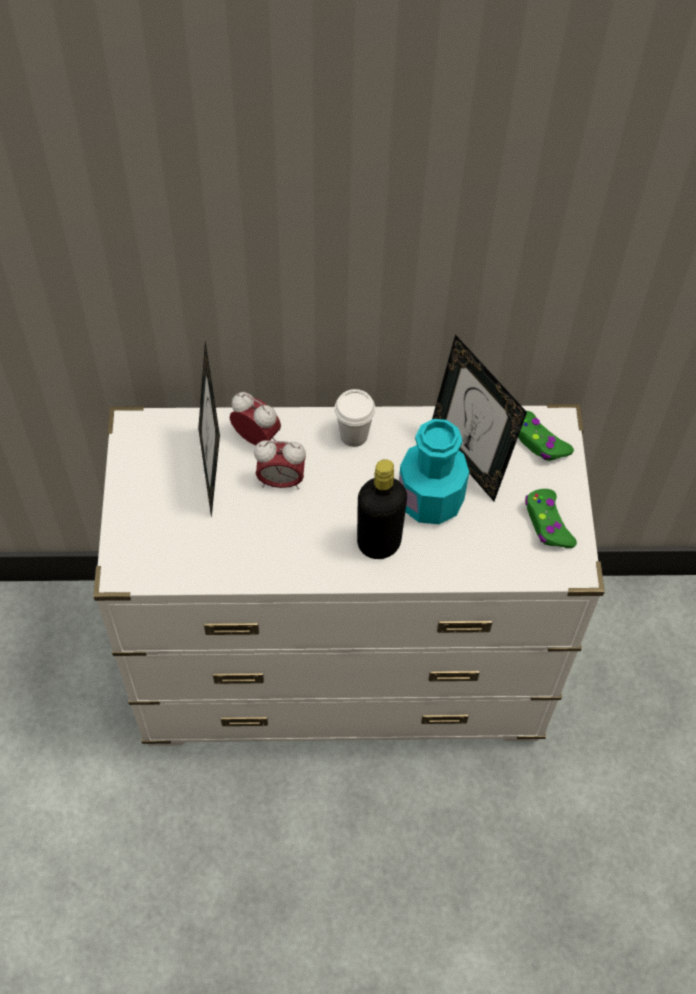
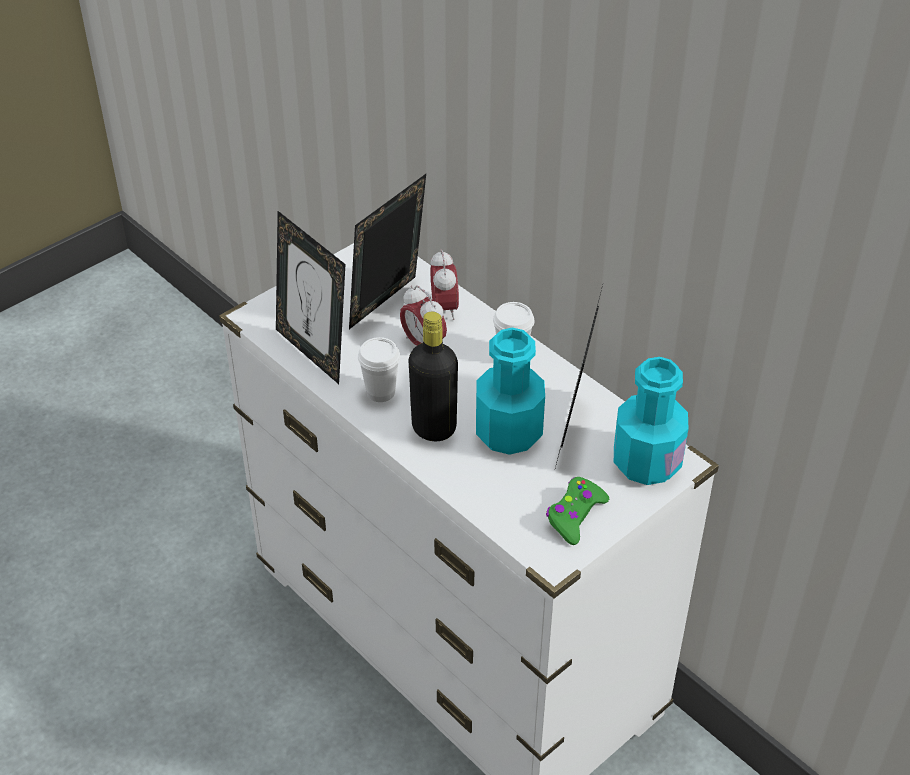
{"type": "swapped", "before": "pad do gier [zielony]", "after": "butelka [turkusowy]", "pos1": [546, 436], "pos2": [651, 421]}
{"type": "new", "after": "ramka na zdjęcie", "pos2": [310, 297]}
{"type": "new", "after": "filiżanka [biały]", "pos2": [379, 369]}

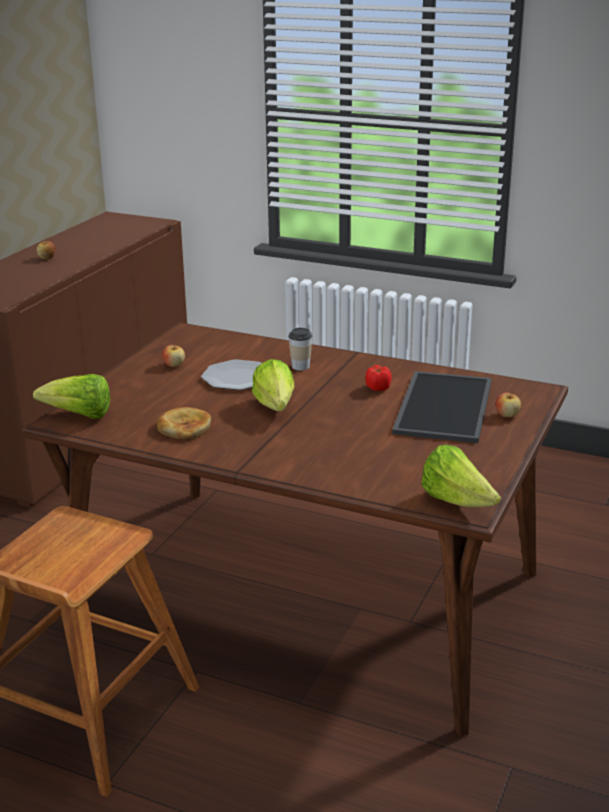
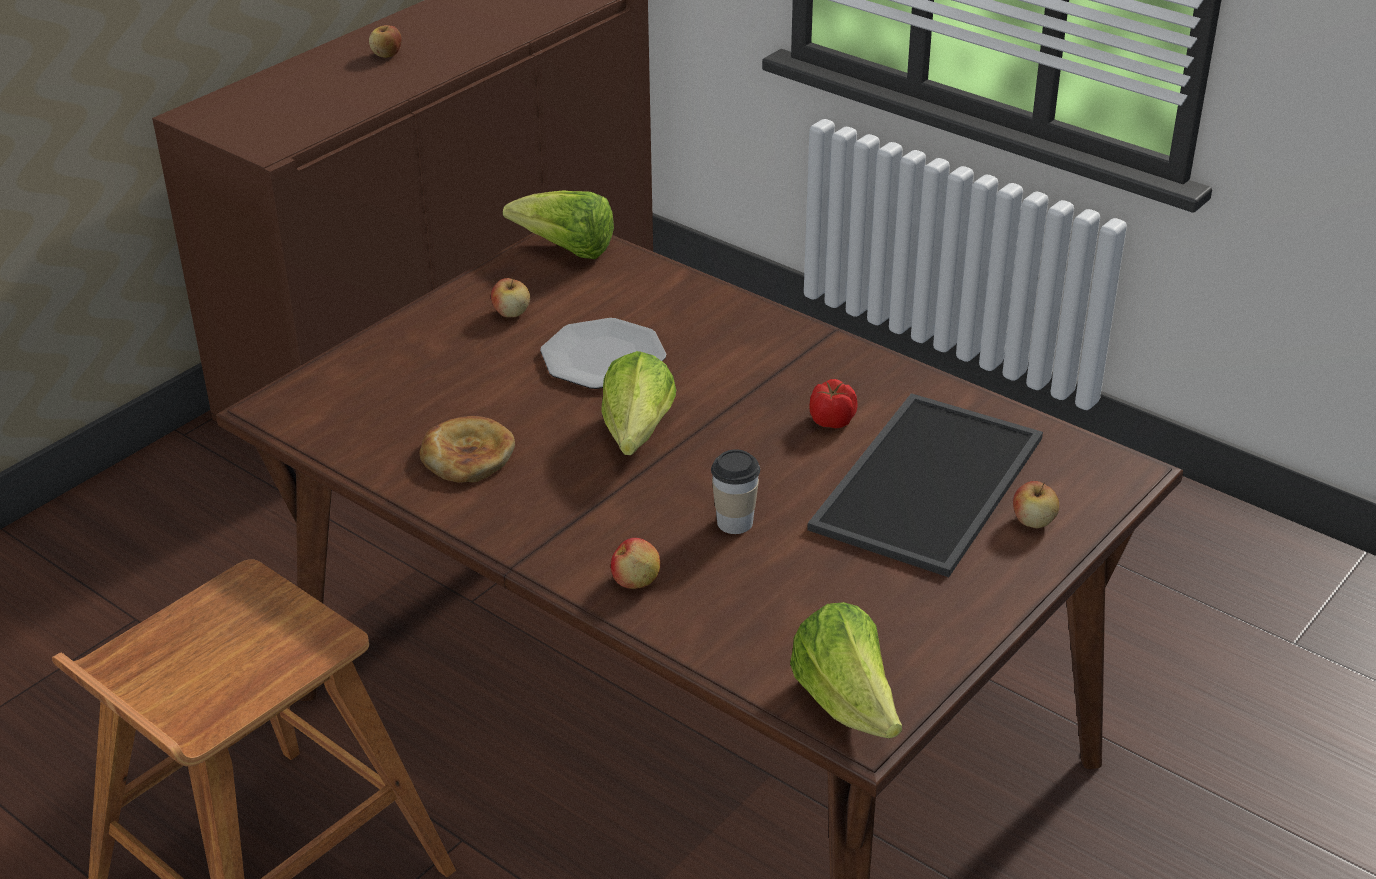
{"type": "shifted", "before": "sałata", "pos1": [71, 396], "pos2": [558, 224]}
{"type": "shifted", "before": "filiżanka", "pos1": [300, 349], "pos2": [735, 491]}
{"type": "new", "after": "jabłko", "pos2": [635, 563]}

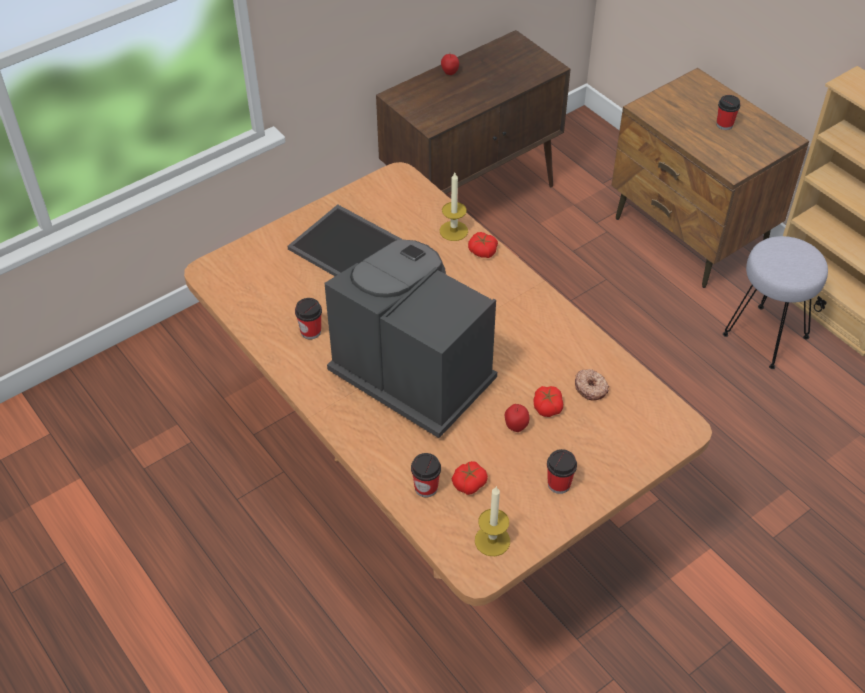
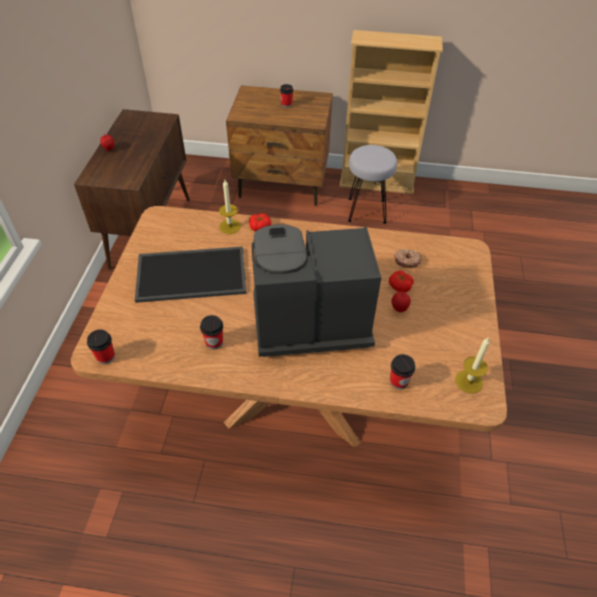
{"type": "gone", "before": "pomidor", "pos1": [470, 478]}
{"type": "shifted", "before": "filiżanka", "pos1": [562, 471], "pos2": [101, 346]}

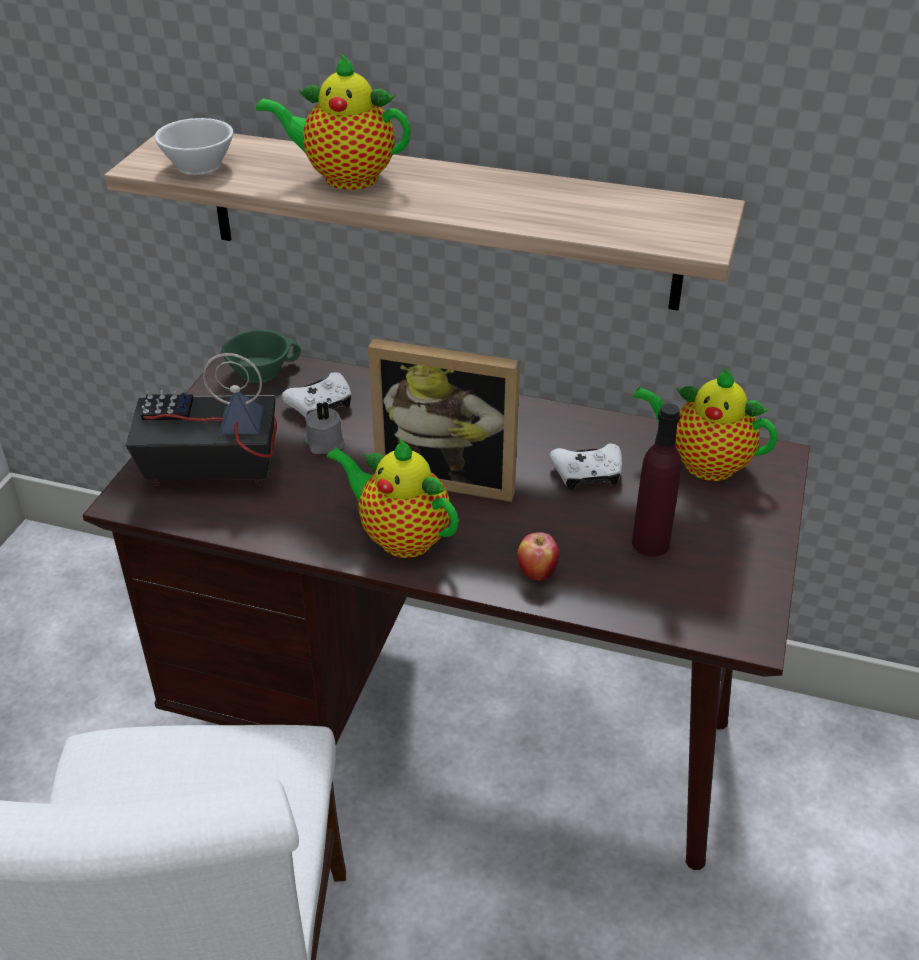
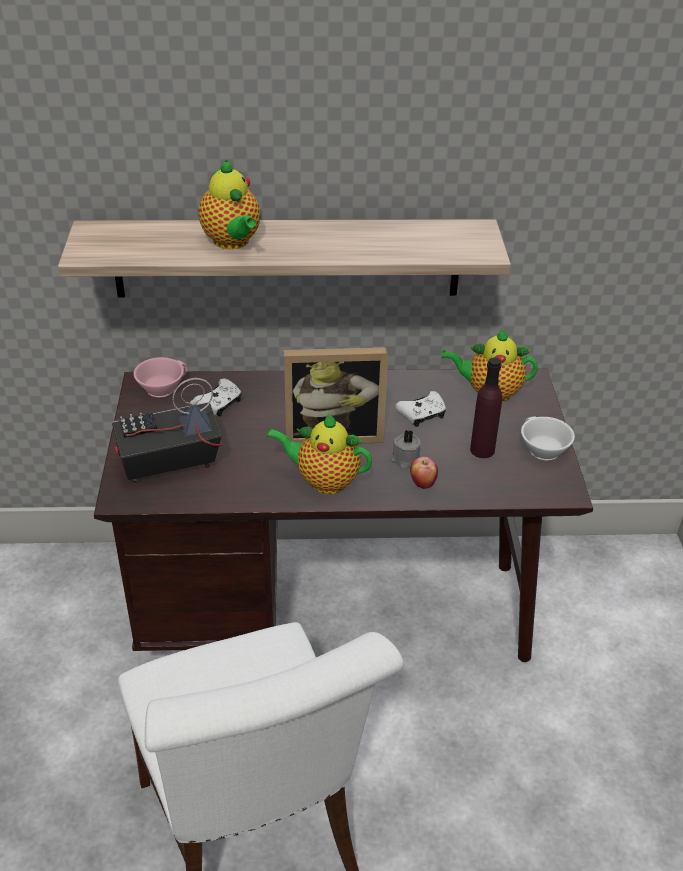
{"type": "shifted", "before": "filiżanka [biały]", "pos1": [193, 146], "pos2": [548, 438]}
{"type": "repainted", "before": "filiżanka [zielony]", "after": "filiżanka [różowy]", "pos1": [261, 356], "pos2": [161, 377]}
{"type": "rotated", "before": "imbryk", "pos1": [333, 121], "pos2": [229, 204], "turn": -105}
{"type": "shifted", "before": "świeca [szary]", "pos1": [324, 427], "pos2": [405, 449]}

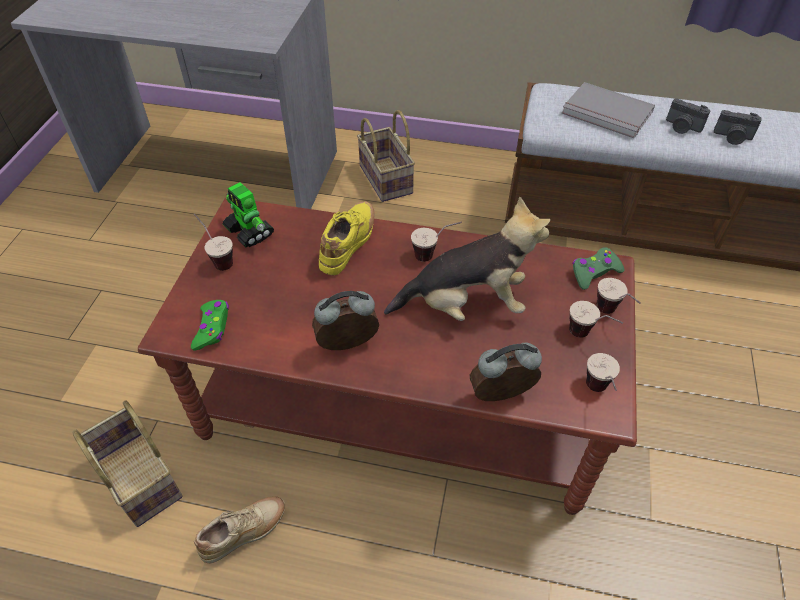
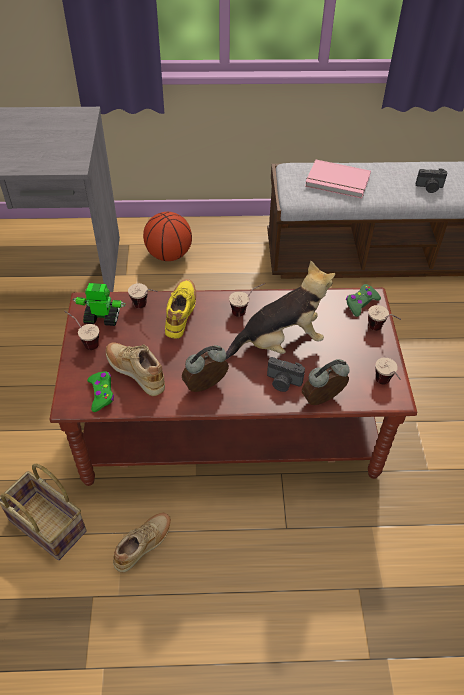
{"type": "rotated", "before": "robot zabawkowy", "pos1": [248, 215], "pos2": [99, 304], "turn": 150}
{"type": "swapped", "before": "koszyk", "after": "piłka do koszykówki", "pos1": [386, 156], "pos2": [167, 236]}
{"type": "repainted", "before": "książka [szary]", "after": "książka [różowy]", "pos1": [608, 110], "pos2": [338, 179]}
{"type": "shifted", "before": "filiżanka", "pos1": [596, 319], "pos2": [143, 295]}
{"type": "shifted", "before": "aparat fotograficzny", "pos1": [688, 116], "pos2": [286, 374]}
{"type": "new", "after": "but [beżowy]", "pos2": [135, 369]}

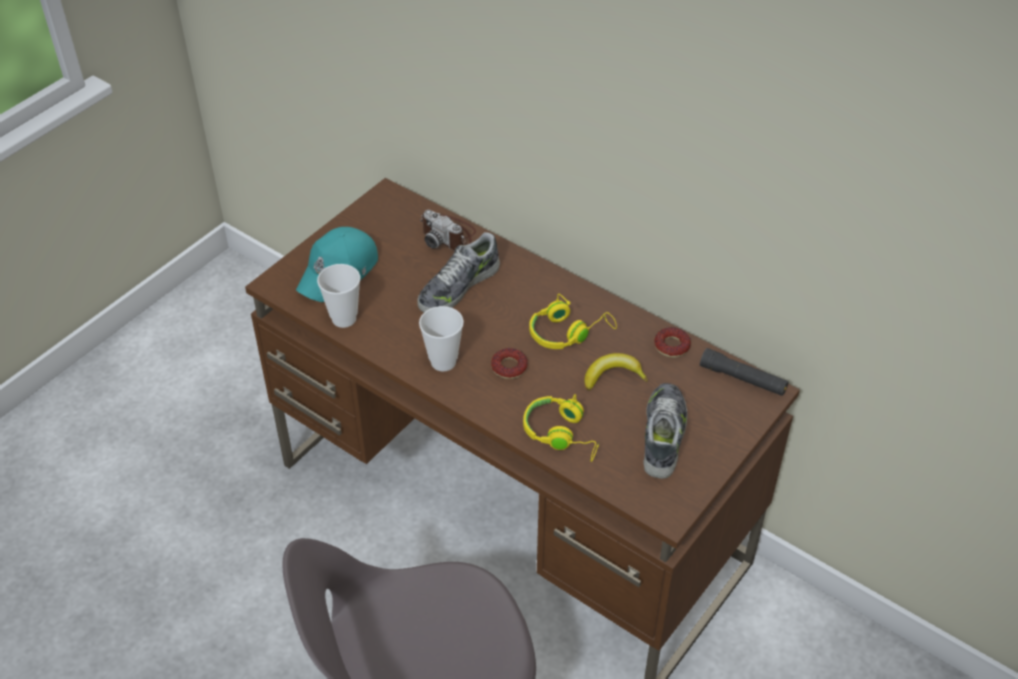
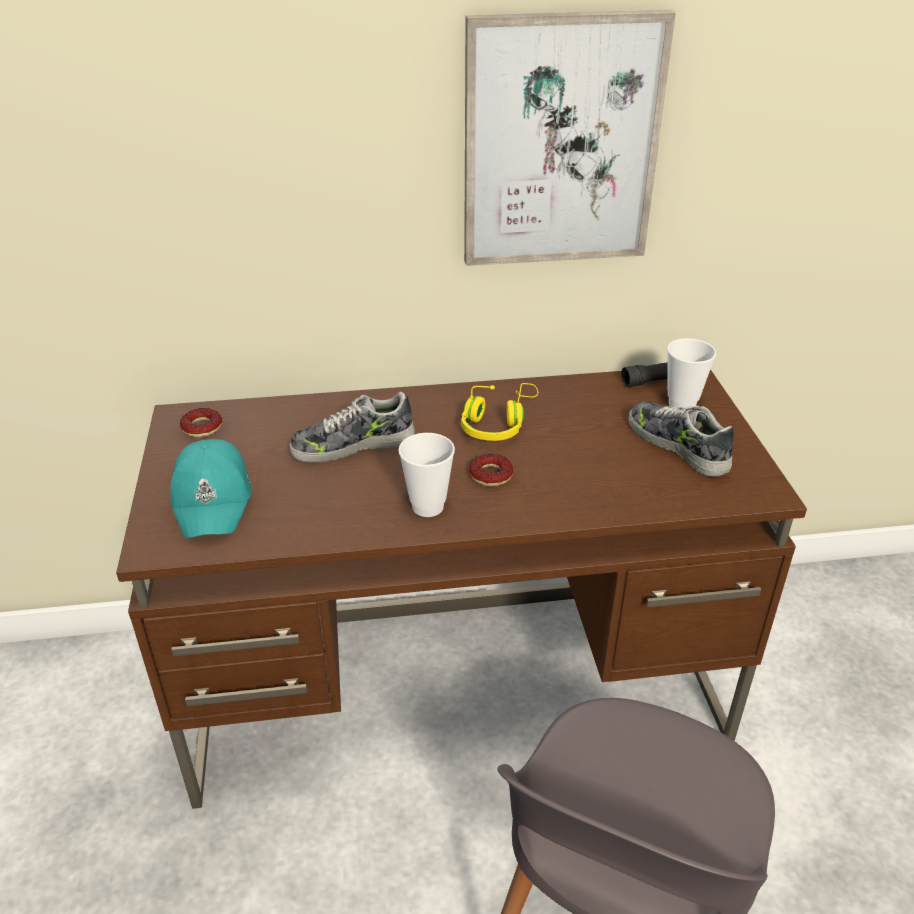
{"type": "shifted", "before": "filiżanka", "pos1": [338, 296], "pos2": [691, 373]}
{"type": "rotated", "before": "but", "pos1": [458, 272], "pos2": [352, 427], "turn": 75}
{"type": "gone", "before": "aparat fotograficzny", "pos1": [448, 230]}
{"type": "gone", "before": "słuchawki [żółty]", "pos1": [561, 428]}
{"type": "gone", "before": "banan", "pos1": [616, 371]}
{"type": "shifted", "before": "donut", "pos1": [672, 342], "pos2": [201, 422]}
{"type": "new", "after": "obraz", "pos2": [570, 138]}

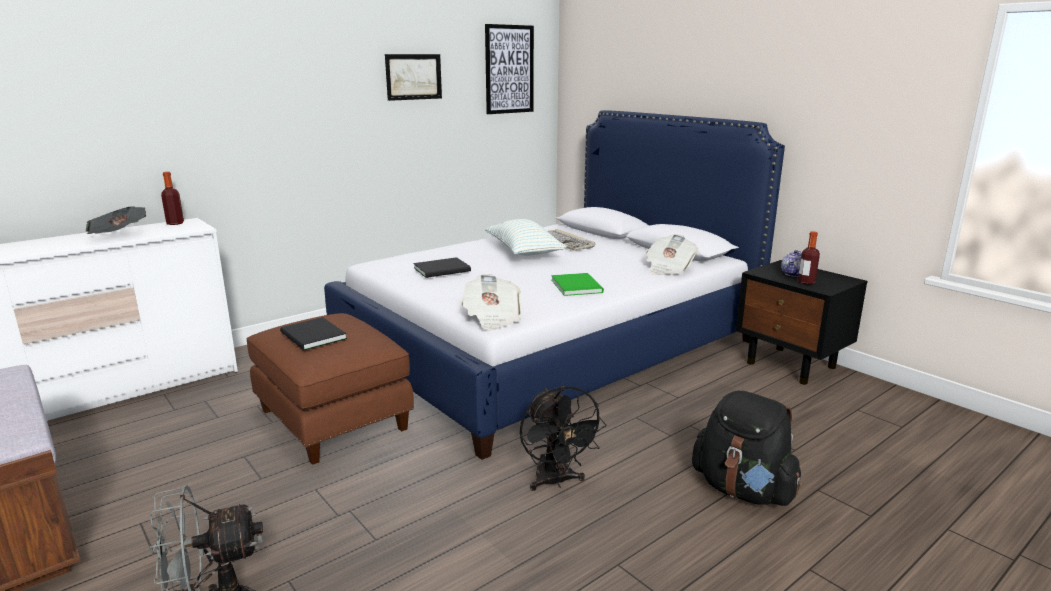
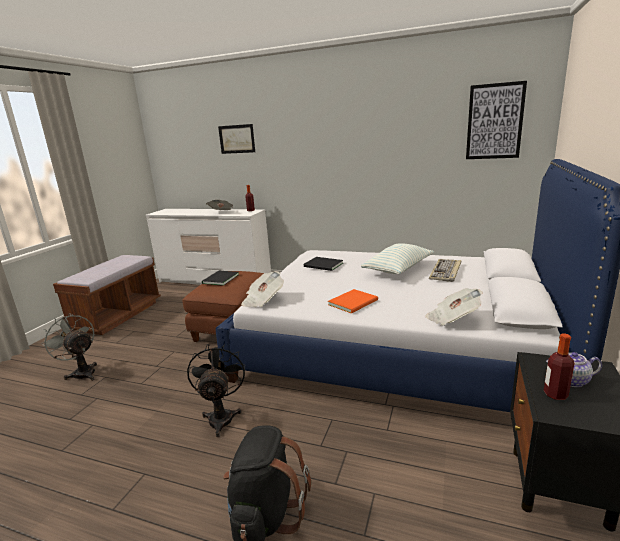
{"type": "shifted", "before": "obraz", "pos1": [413, 77], "pos2": [236, 139]}
{"type": "rotated", "before": "wentylator [czarny]", "pos1": [563, 438], "pos2": [216, 390], "turn": 135}
{"type": "repainted", "before": "książka [zielony]", "after": "książka [pomarańczowy]", "pos1": [577, 284], "pos2": [353, 301]}

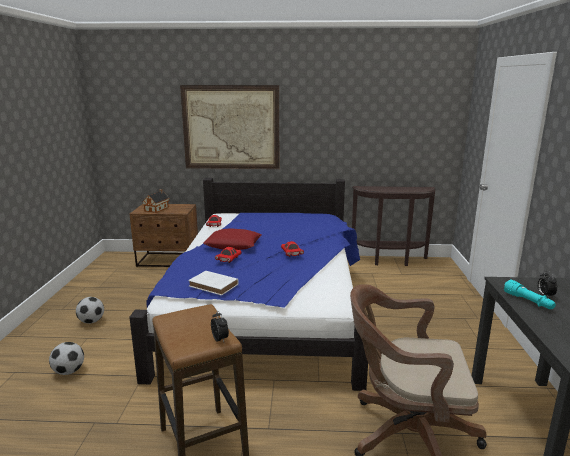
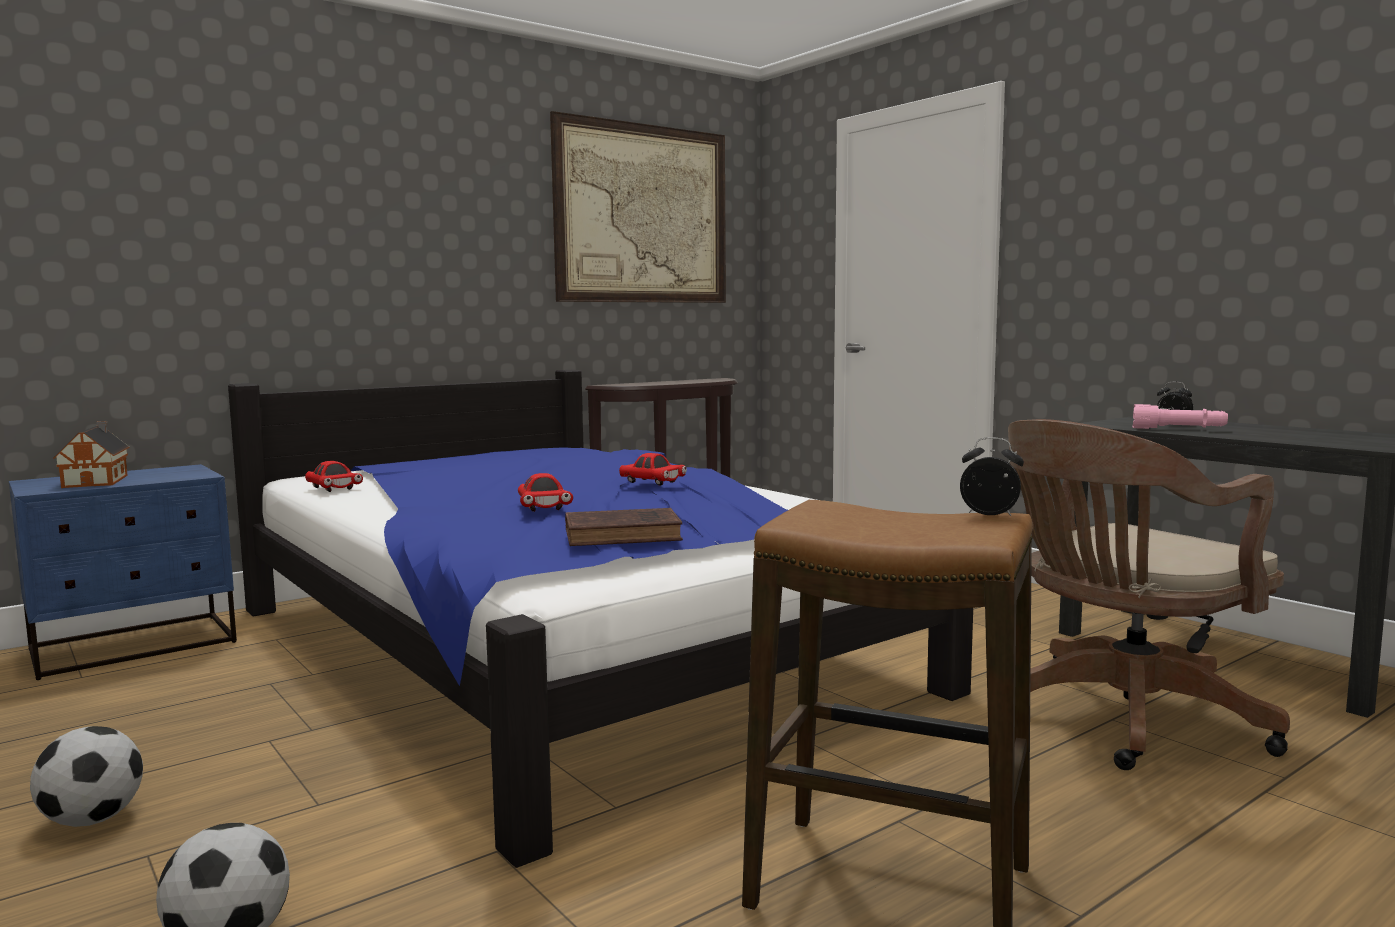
{"type": "repainted", "before": "szafka nocna [brązowy]", "after": "szafka nocna [niebieski]", "pos1": [163, 235], "pos2": [123, 572]}
{"type": "shifted", "before": "obraz", "pos1": [229, 127], "pos2": [638, 207]}
{"type": "repainted", "before": "książka [biały]", "after": "książka [brązowy]", "pos1": [213, 283], "pos2": [624, 527]}
{"type": "gone", "before": "poduszka [czerwony]", "pos1": [232, 239]}
{"type": "repainted", "before": "latarka [turkusowy]", "after": "latarka [różowy]", "pos1": [530, 294], "pos2": [1180, 416]}

